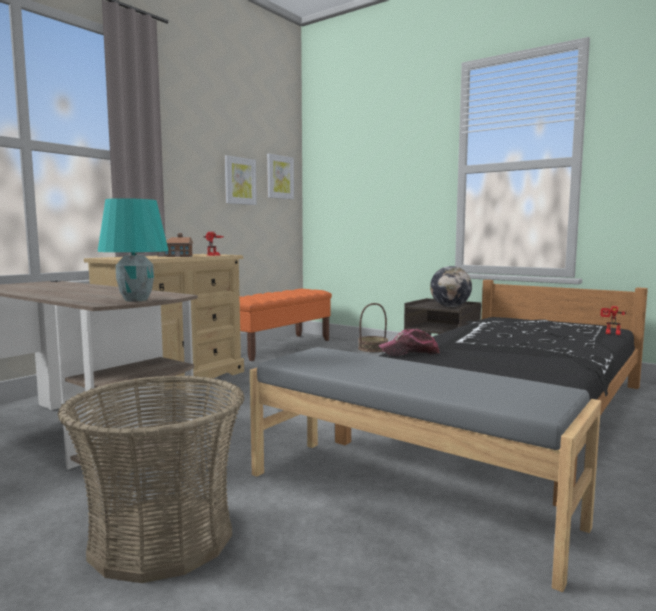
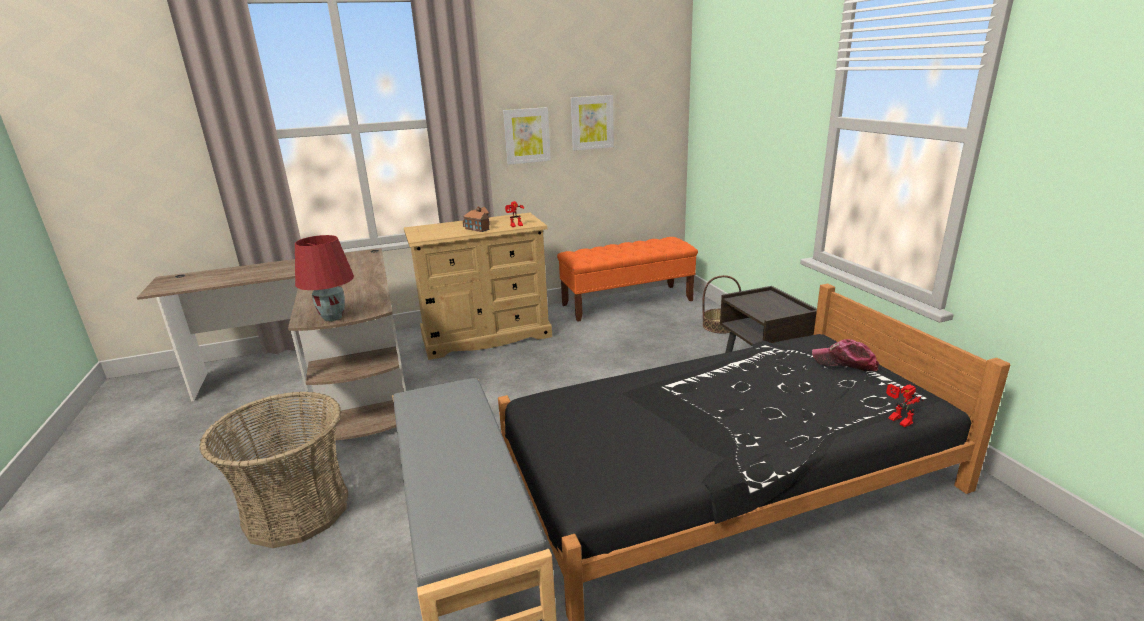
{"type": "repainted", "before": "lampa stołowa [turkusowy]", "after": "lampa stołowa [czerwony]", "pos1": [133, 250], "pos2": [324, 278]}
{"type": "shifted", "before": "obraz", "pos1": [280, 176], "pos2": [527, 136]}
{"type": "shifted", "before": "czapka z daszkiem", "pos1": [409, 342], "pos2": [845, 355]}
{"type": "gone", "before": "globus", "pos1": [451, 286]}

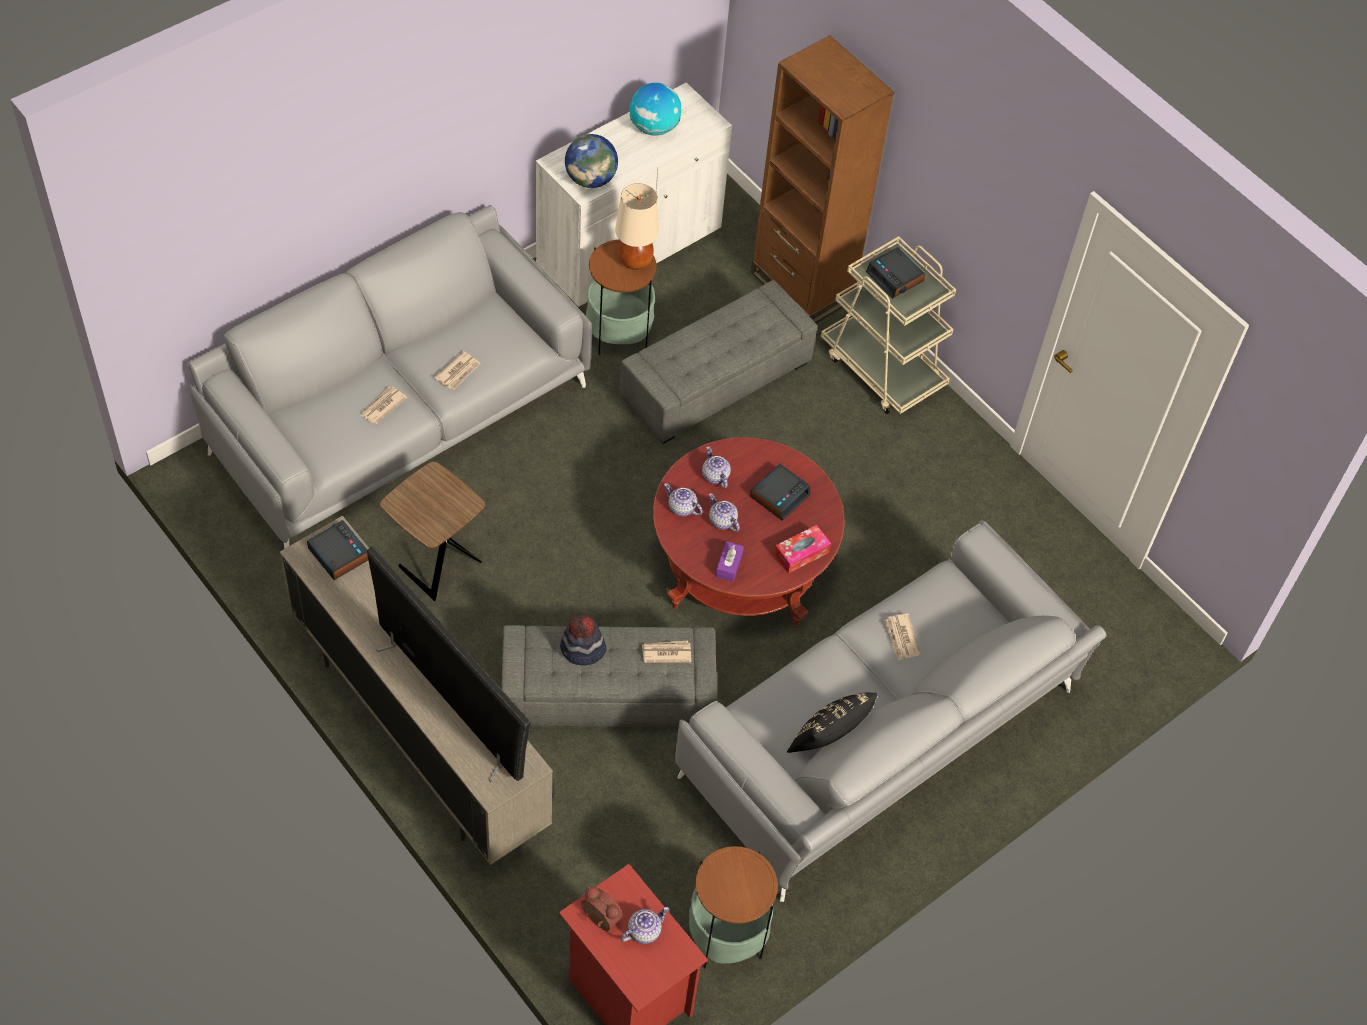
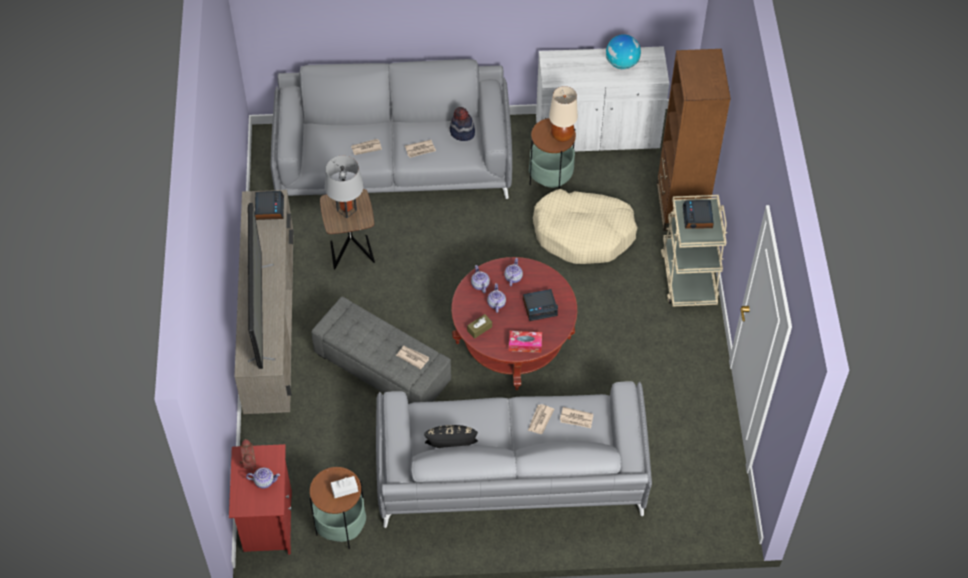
{"type": "shifted", "before": "kapelusz", "pos1": [583, 639], "pos2": [462, 124]}
{"type": "gone", "before": "globus", "pos1": [591, 161]}
{"type": "swapped", "before": "pufa [szary]", "after": "legowisko [beżowy]", "pos1": [718, 362], "pos2": [585, 226]}
{"type": "repainted", "before": "pudełko chusteczek [fioletowy]", "after": "pudełko chusteczek [brązowy]", "pos1": [729, 561], "pos2": [479, 326]}
{"type": "new", "after": "lampa stołowa [szary]", "pos2": [344, 187]}
{"type": "new", "after": "pudełko chusteczek [biały]", "pos2": [344, 487]}
{"type": "new", "after": "gazeta", "pos2": [576, 417]}

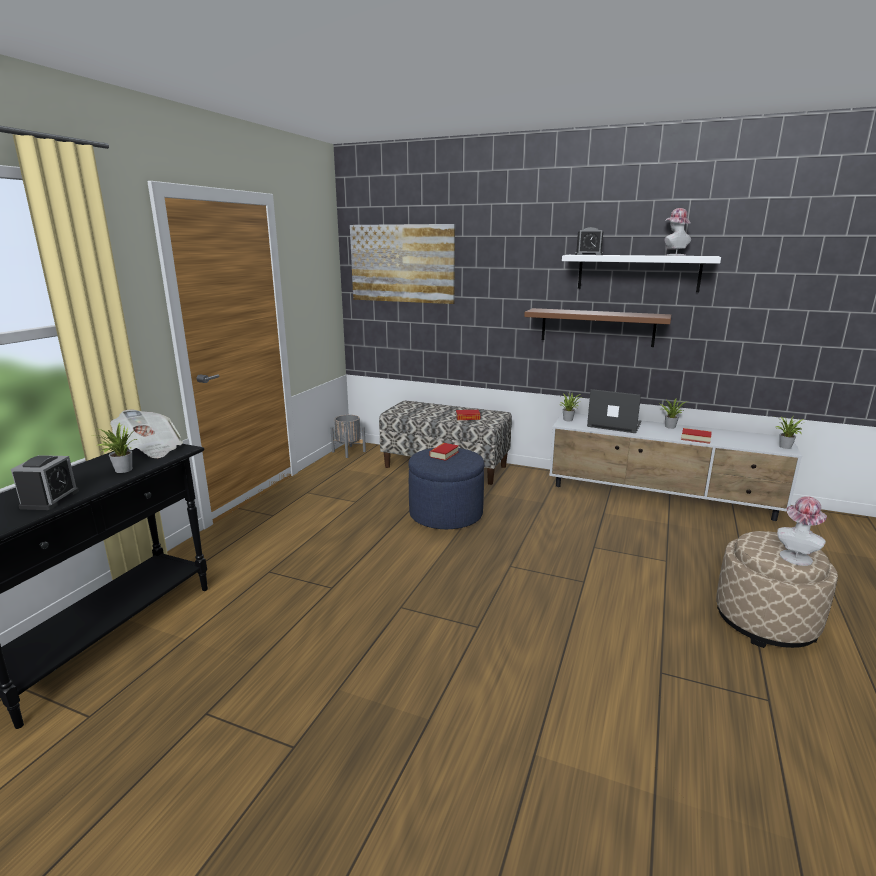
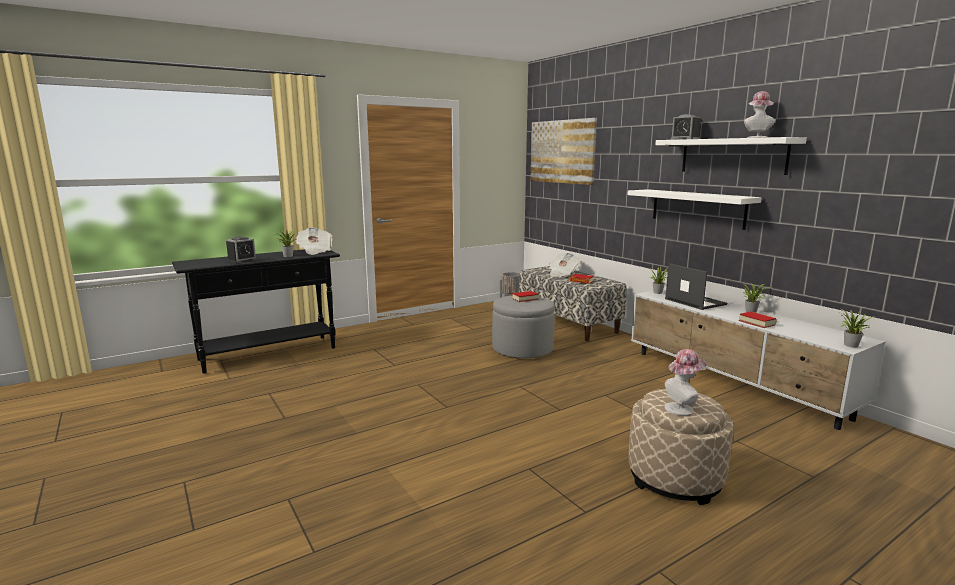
{"type": "repainted", "before": "pufa [niebieski]", "after": "pufa [szary]", "pos1": [446, 488], "pos2": [523, 326]}
{"type": "repainted", "before": "półka [brązowy]", "after": "półka [biały]", "pos1": [597, 327], "pos2": [694, 209]}
{"type": "new", "after": "gazeta", "pos2": [564, 264]}

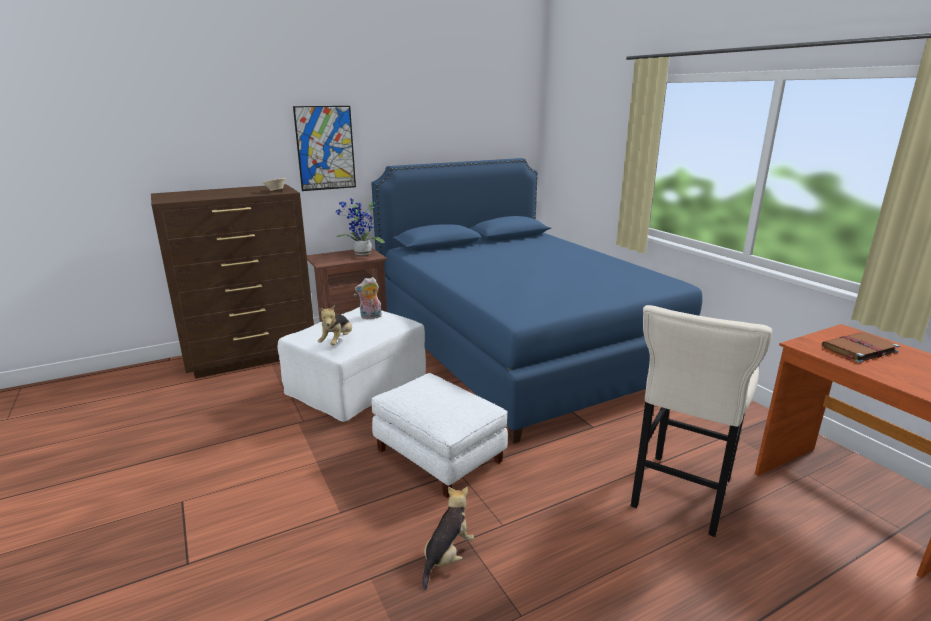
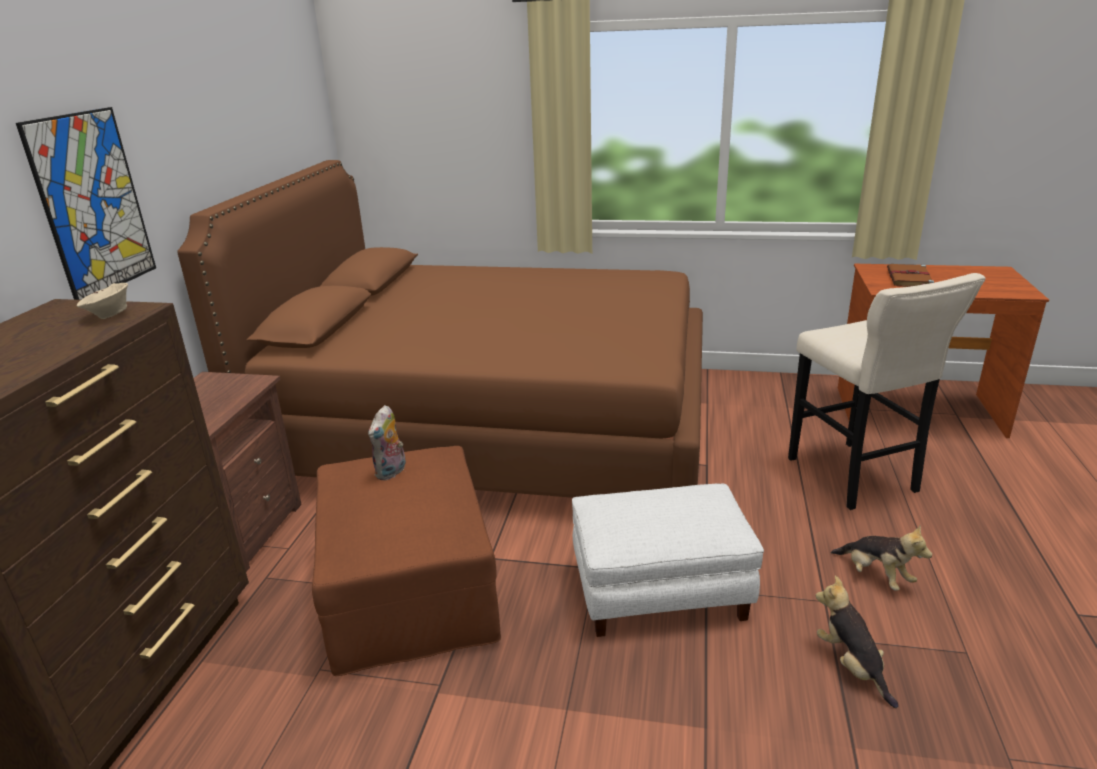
{"type": "repainted", "before": "pufa [biały]", "after": "pufa [brązowy]", "pos1": [352, 364], "pos2": [406, 561]}
{"type": "shifted", "before": "pluszak", "pos1": [335, 325], "pos2": [881, 558]}
{"type": "gone", "before": "roślina doniczkowa", "pos1": [360, 226]}
{"type": "repainted", "before": "łóżko [niebieski]", "after": "łóżko [brązowy]", "pos1": [537, 300], "pos2": [440, 329]}

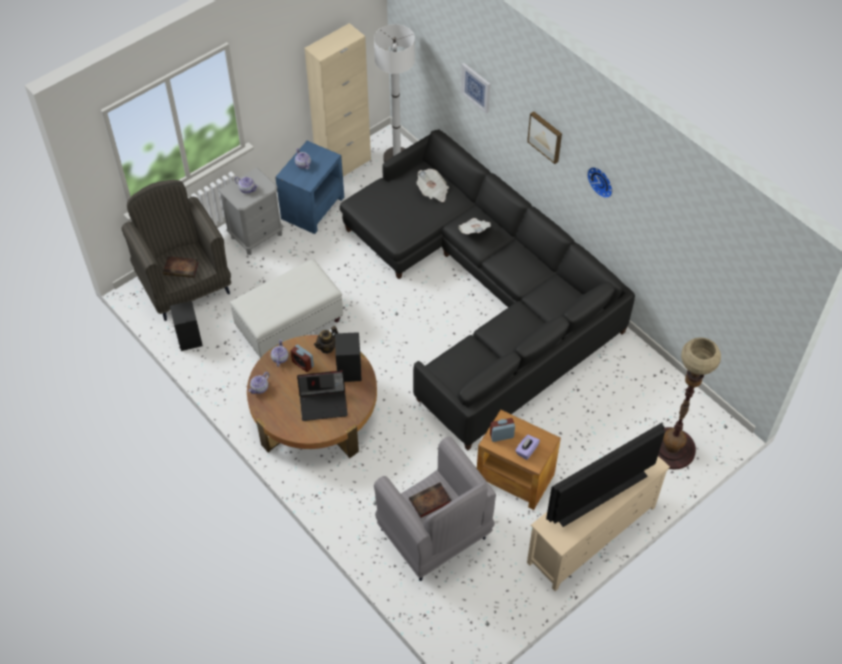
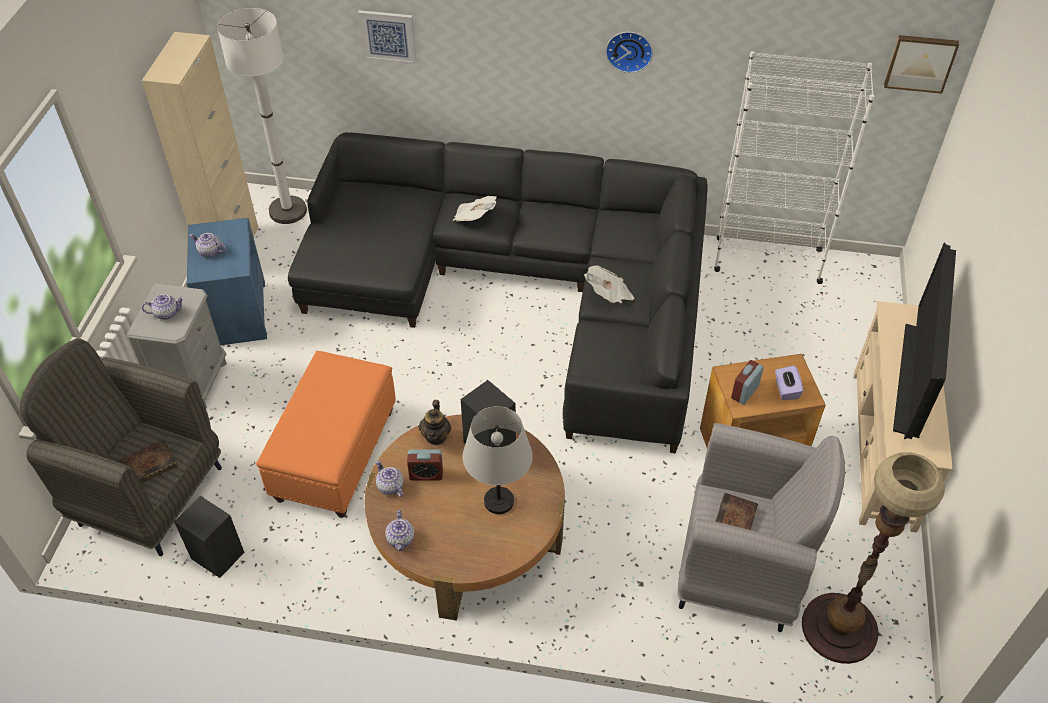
{"type": "repainted", "before": "pufa [biały]", "after": "pufa [pomarańczowy]", "pos1": [286, 308], "pos2": [326, 434]}
{"type": "swapped", "before": "laptop", "after": "lampa stołowa [szary]", "pos1": [322, 395], "pos2": [498, 460]}
{"type": "shifted", "before": "gazeta", "pos1": [432, 185], "pos2": [609, 284]}
{"type": "shifted", "before": "obraz", "pos1": [544, 137], "pos2": [921, 64]}
{"type": "shifted", "before": "lampa stojąca", "pos1": [689, 403], "pos2": [873, 558]}
{"type": "new", "after": "regał [biały]", "pos2": [794, 167]}

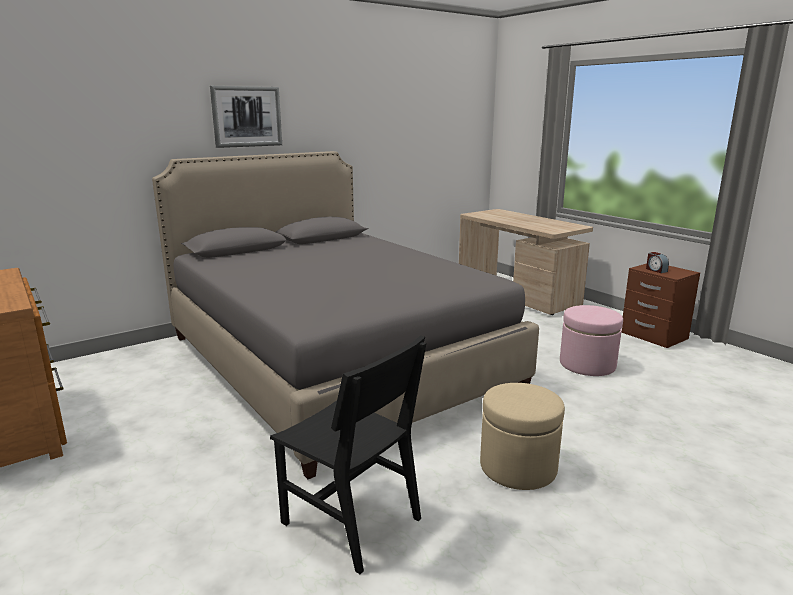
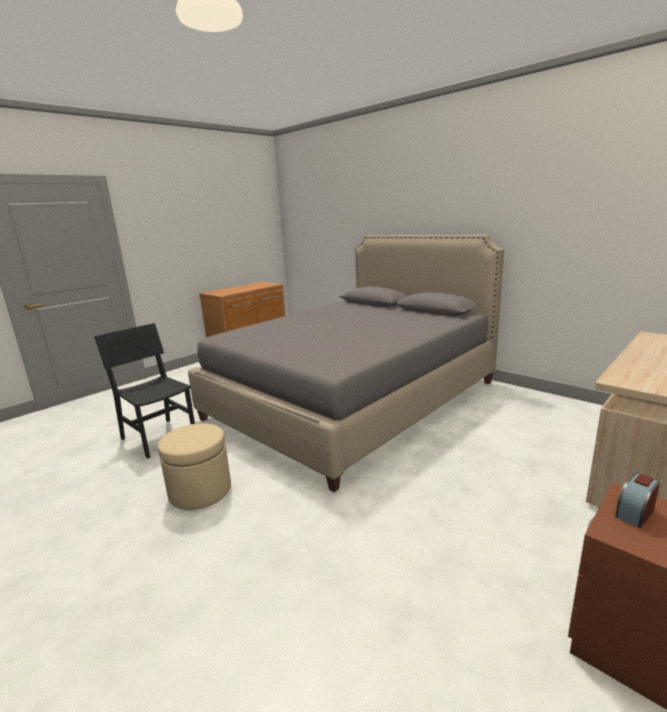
{"type": "gone", "before": "obraz", "pos1": [246, 117]}
{"type": "rotated", "before": "krzesło [czarny]", "pos1": [348, 454], "pos2": [144, 390], "turn": 105}
{"type": "gone", "before": "pufa [różowy]", "pos1": [591, 340]}

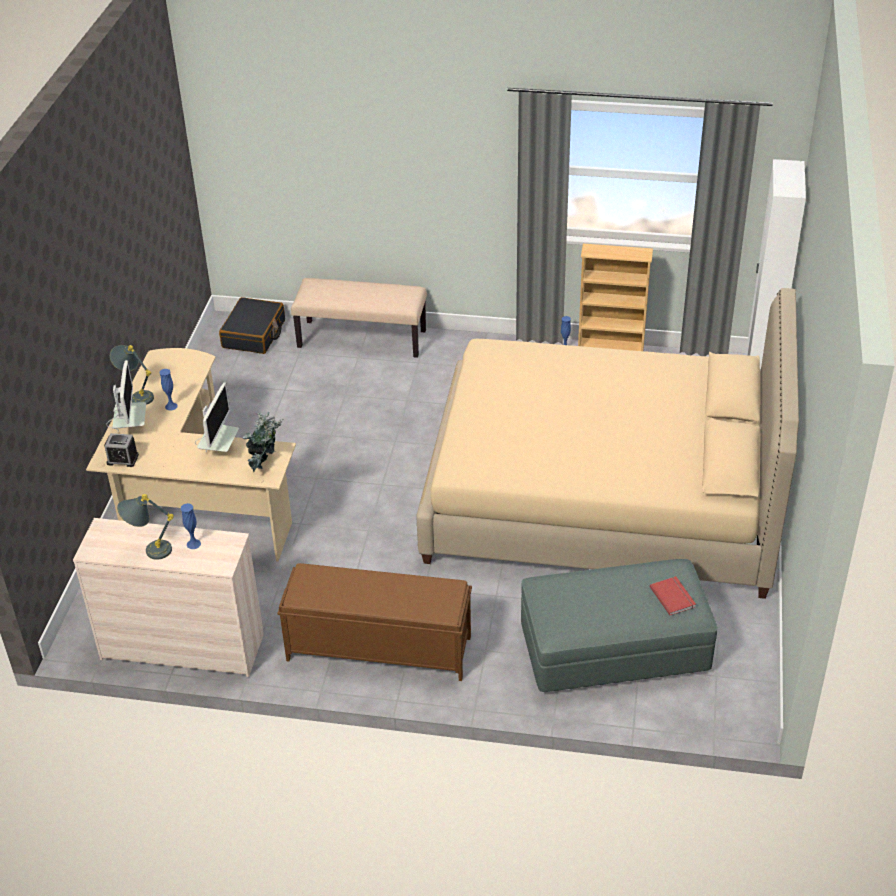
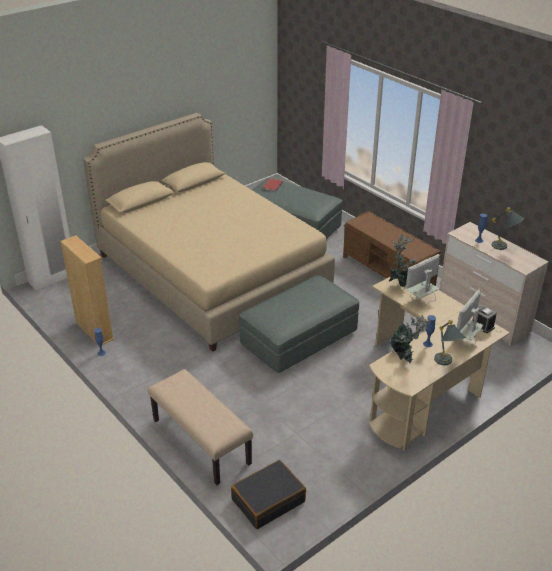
{"type": "new", "after": "pufa [szary]", "pos2": [299, 324]}
{"type": "new", "after": "roślina doniczkowa", "pos2": [410, 339]}

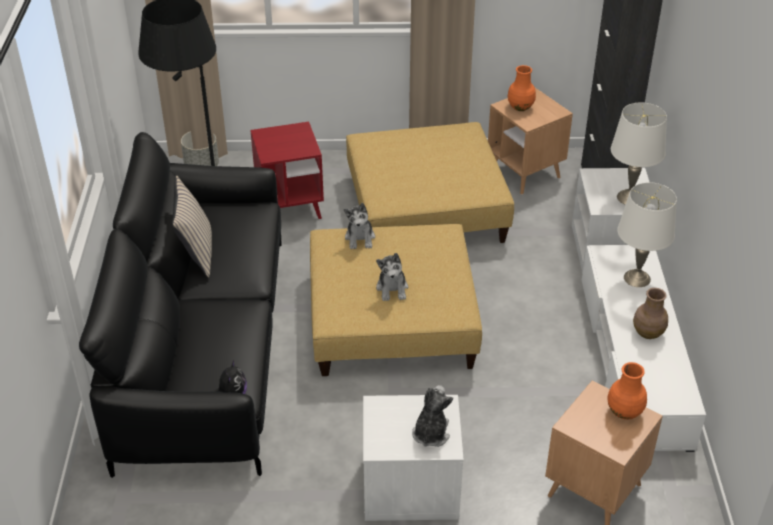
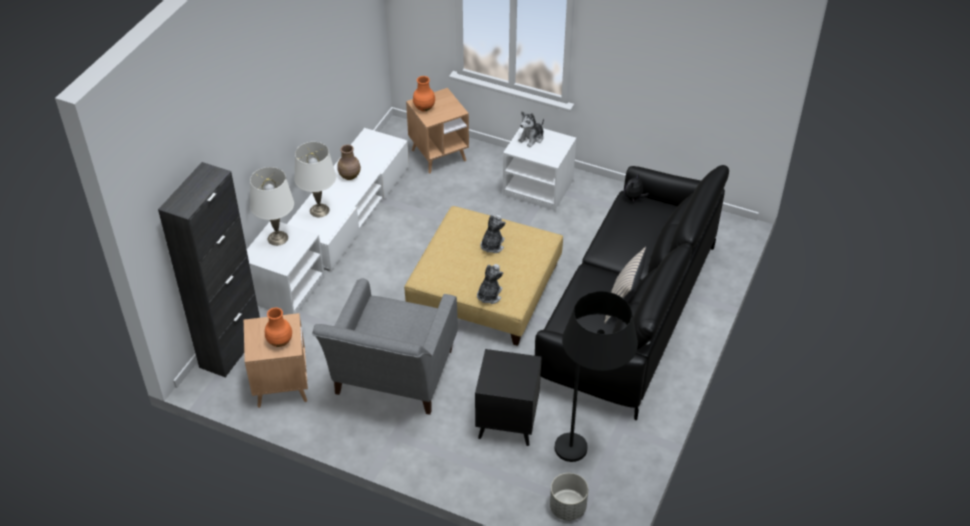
{"type": "repainted", "before": "stolik [czerwony]", "after": "stolik [czarny]", "pos1": [287, 170], "pos2": [508, 397]}
{"type": "swapped", "before": "pufa [beżowy]", "after": "fotel [szary]", "pos1": [430, 182], "pos2": [385, 346]}

